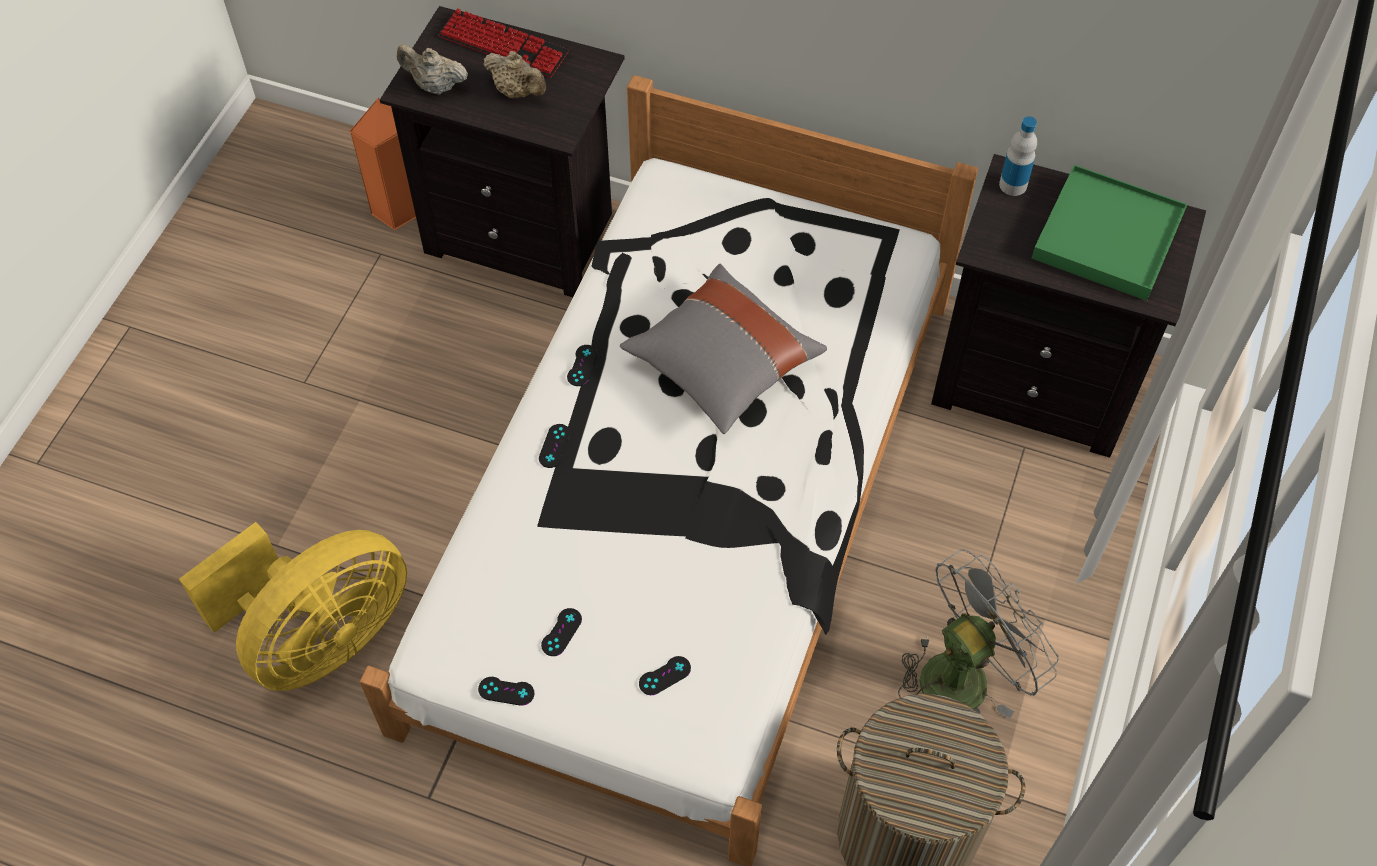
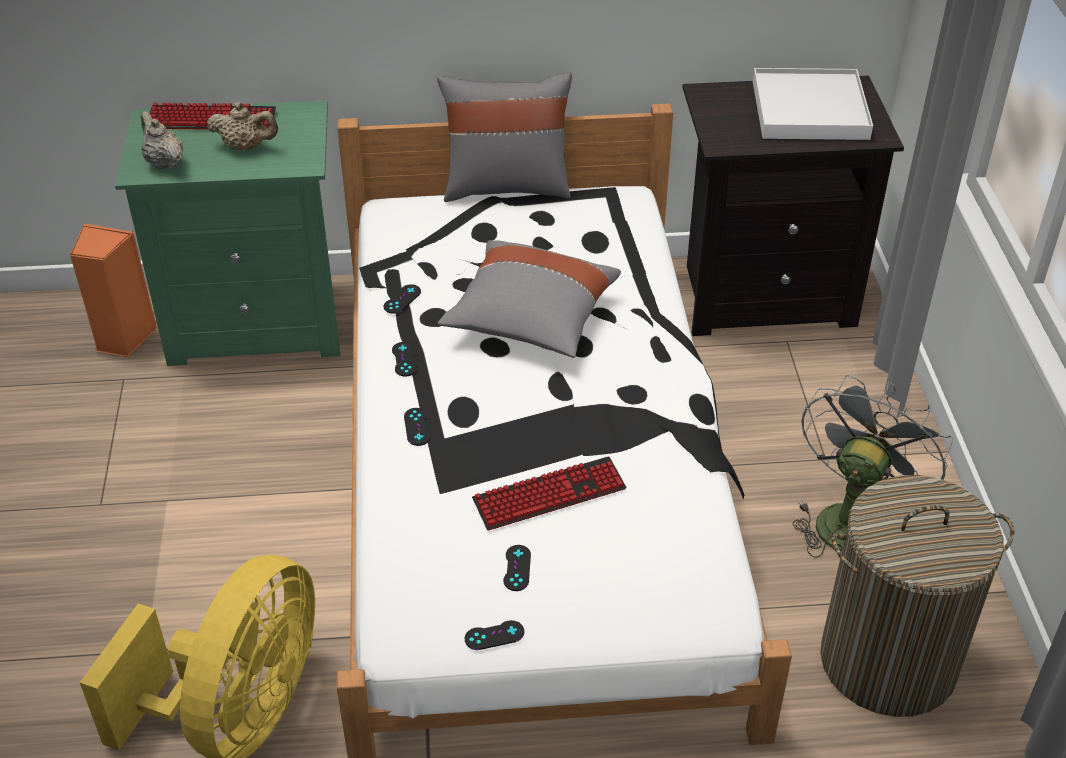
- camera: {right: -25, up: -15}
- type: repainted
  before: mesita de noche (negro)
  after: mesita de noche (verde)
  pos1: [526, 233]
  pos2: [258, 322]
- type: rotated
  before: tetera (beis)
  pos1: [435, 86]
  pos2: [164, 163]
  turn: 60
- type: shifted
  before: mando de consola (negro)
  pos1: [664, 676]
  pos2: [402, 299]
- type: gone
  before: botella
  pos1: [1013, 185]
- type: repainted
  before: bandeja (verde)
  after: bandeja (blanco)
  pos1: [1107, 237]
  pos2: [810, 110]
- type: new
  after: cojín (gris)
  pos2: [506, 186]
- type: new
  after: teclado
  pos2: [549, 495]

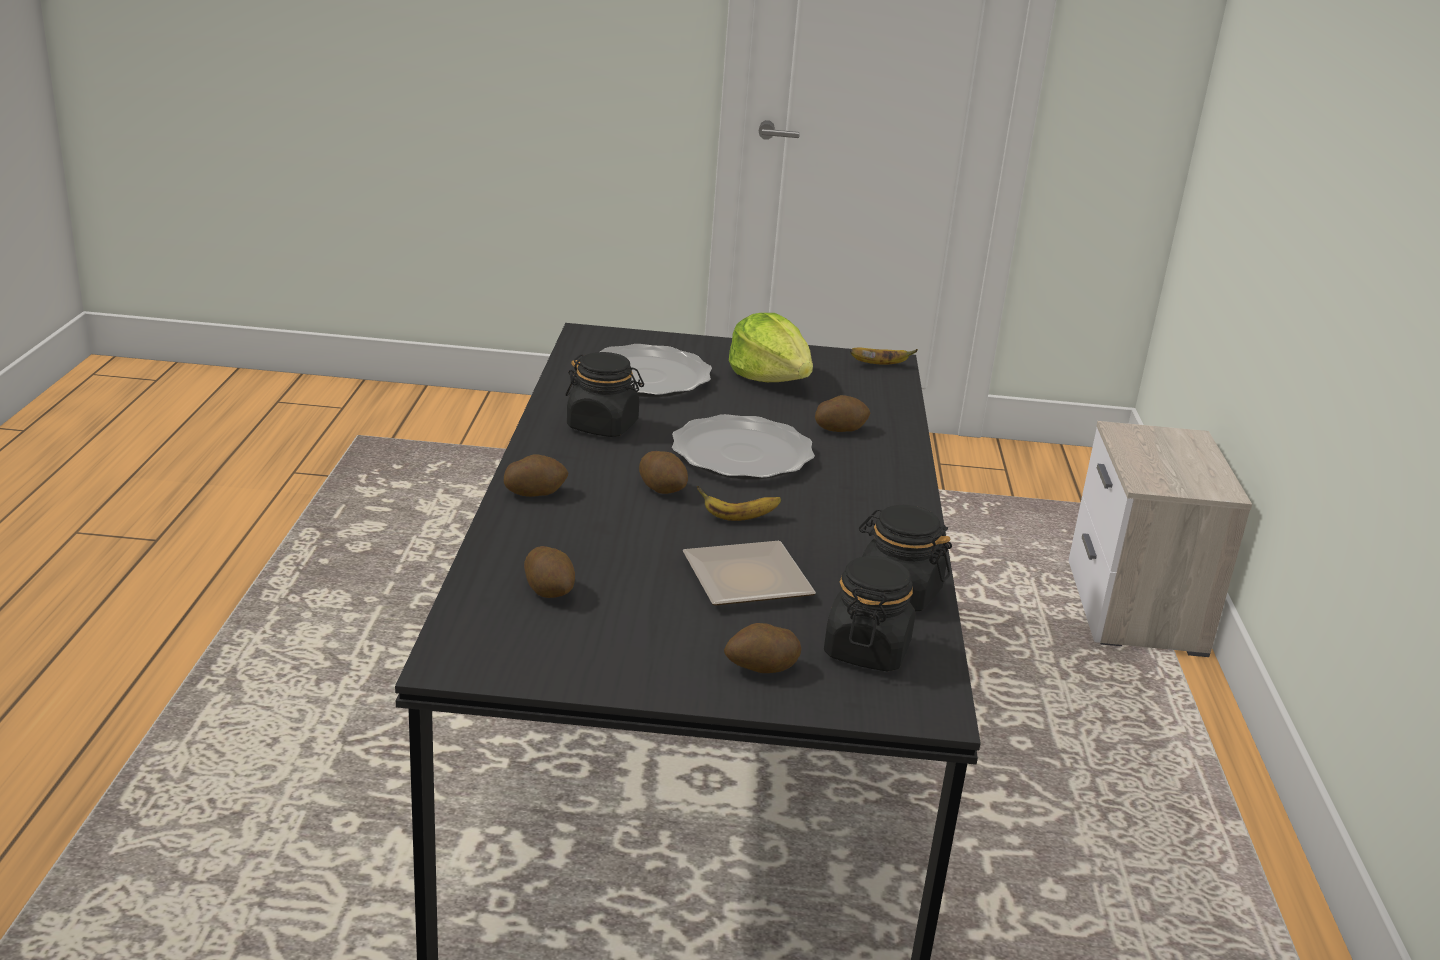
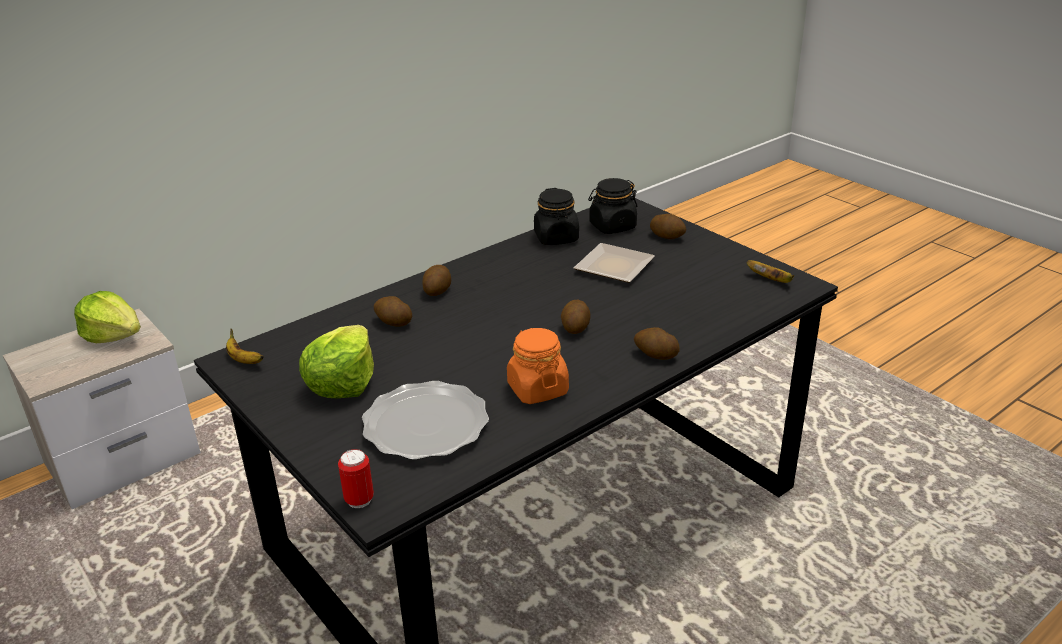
- camera: {right: -130, up: 5}
- type: shifted
  before: patata
  pos1: [550, 590]
  pos2: [437, 290]
- type: repainted
  before: tarro (negro)
  after: tarro (naranja)
  pos1: [603, 426]
  pos2: [537, 389]
- type: gone
  before: plato
  pos1: [741, 454]
- type: shifted
  before: plátano
  pos1: [738, 518]
  pos2: [771, 280]
- type: new
  after: lechuga
  pos2: [113, 335]
- type: new
  after: lata
  pos2: [359, 500]

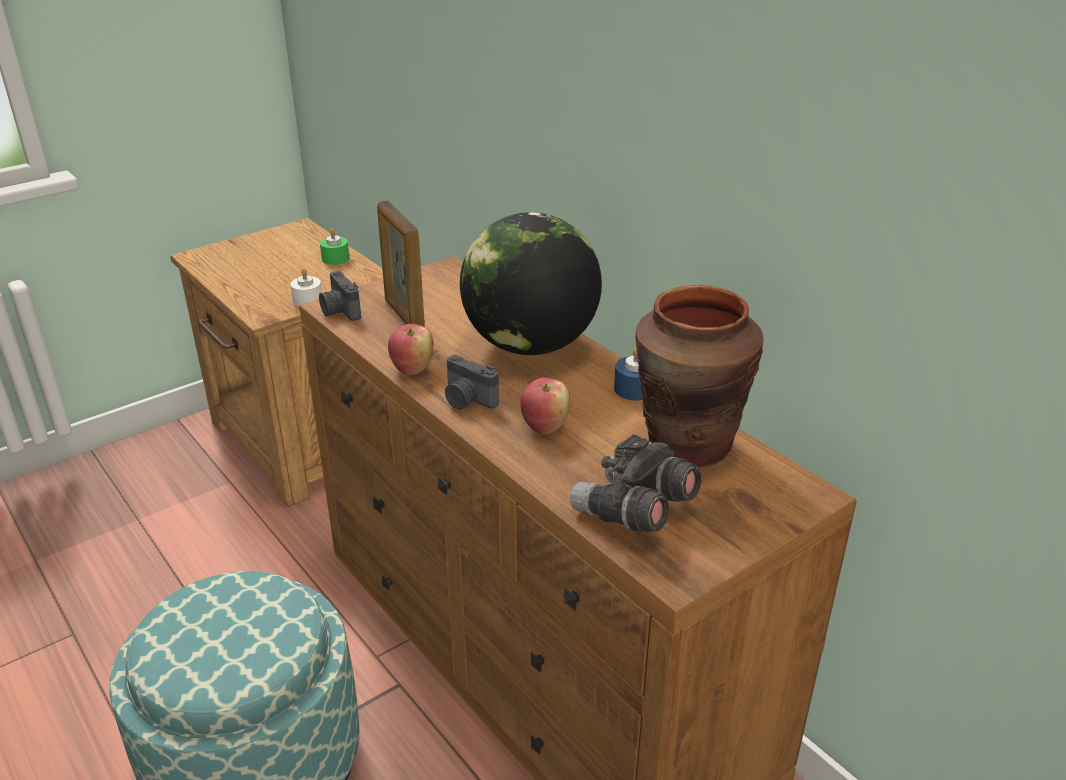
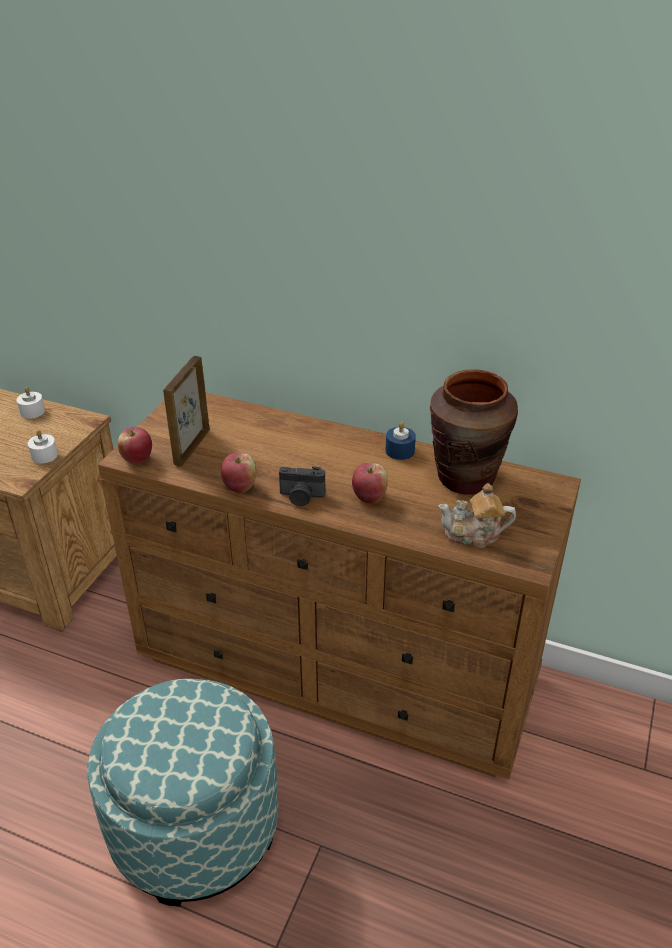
- camera: {right: -30, up: 5}
- type: swapped
  before: cámara
  after: manzana
  pos1: [339, 311]
  pos2: [137, 459]
- type: repainted
  before: vela (verde)
  after: vela (blanco)
  pos1: [335, 258]
  pos2: [32, 411]
- type: rotated
  before: portarretratos
  pos1: [404, 316]
  pos2: [191, 447]
  turn: 75
- type: gone
  before: globo terráqueo
  pos1: [530, 345]
- type: swapped
  before: prismáticos (gris)
  after: tetera
  pos1: [634, 512]
  pos2: [474, 534]

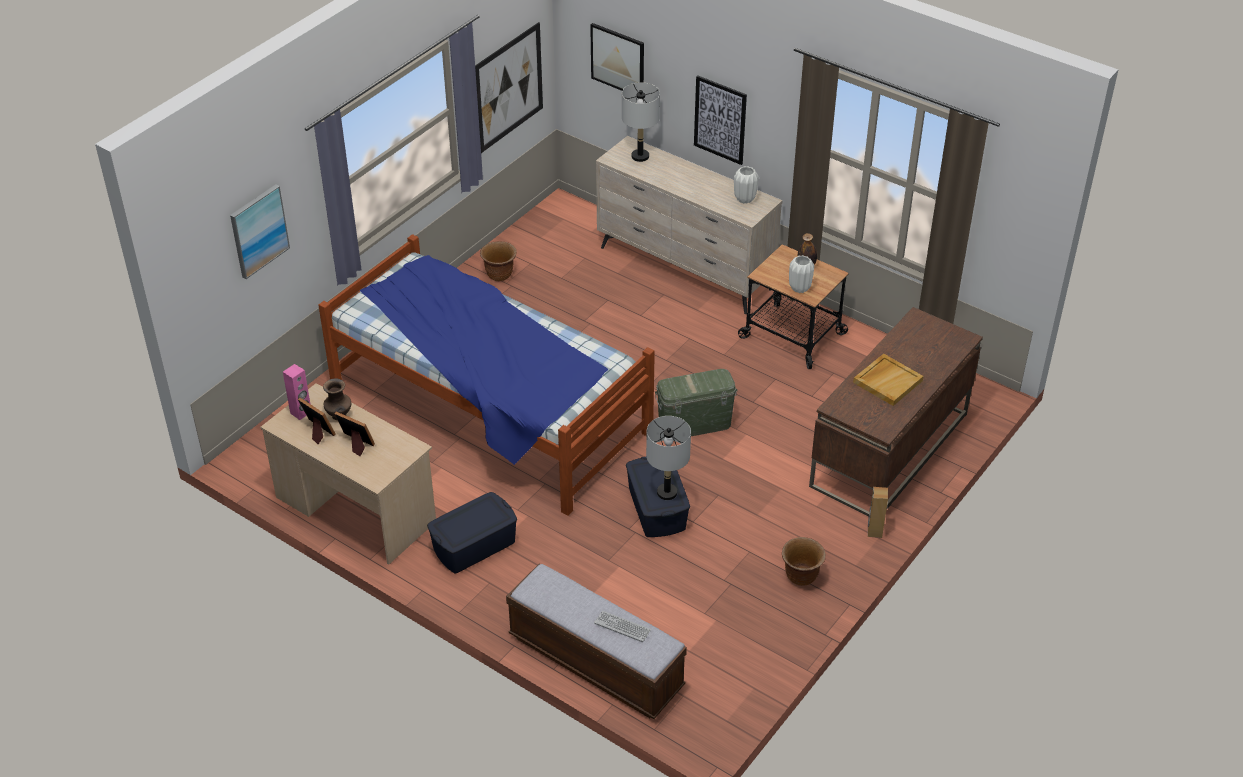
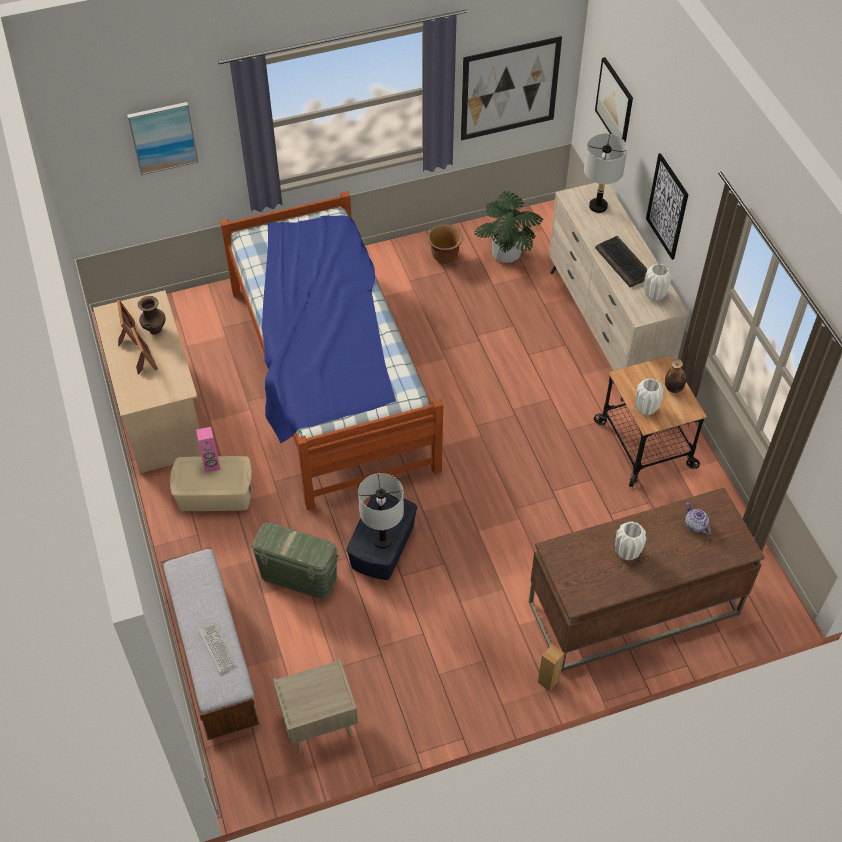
- camera: {right: 35, up: 10}
- type: shifted
  before: altavoz (rosa)
  pos1: [301, 412]
  pos2: [212, 466]
- type: repainted
  before: caja de almacenaje (azul)
  after: caja de almacenaje (beis)
  pos1: [473, 545]
  pos2: [214, 494]
- type: shifted
  before: caja de almacenaje (verde)
  pos1: [694, 424]
  pos2: [298, 576]
- type: gone
  before: maceta (marrón)
  pos1: [801, 577]
- type: swapped
  before: bandeja (beis)
  after: florero (blanco)
  pos1: [887, 381]
  pos2: [627, 552]
- type: new
  after: mesita de noche (beis)
  pos2: [318, 724]
- type: new
  after: planta en maceta
  pos2: [506, 254]
- type: new
  after: teclado
  pos2: [624, 263]
- type: new
  after: tetera
  pos2: [695, 525]

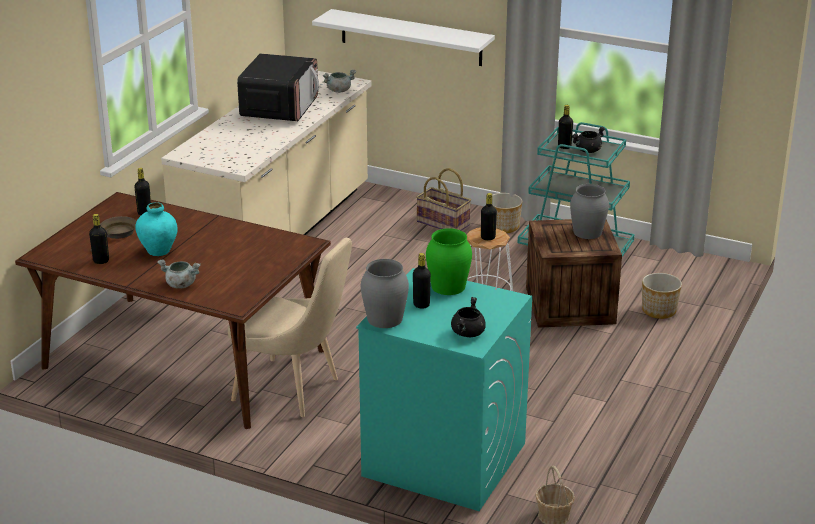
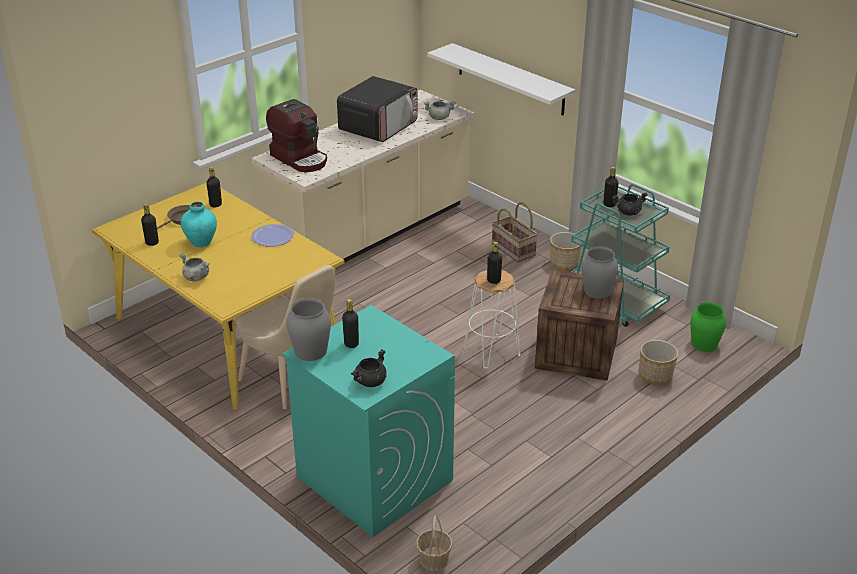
- camera: {right: 20, up: 5}
- type: repainted
  before: mesa de comedor (marrón)
  after: mesa de comedor (amarillo)
  pos1: [186, 359]
  pos2: [227, 334]
- type: shifted
  before: florero (verde)
  pos1: [448, 286]
  pos2: [704, 344]
- type: new
  after: plato
  pos2: [272, 236]
- type: new
  after: cafetera
  pos2: [300, 158]

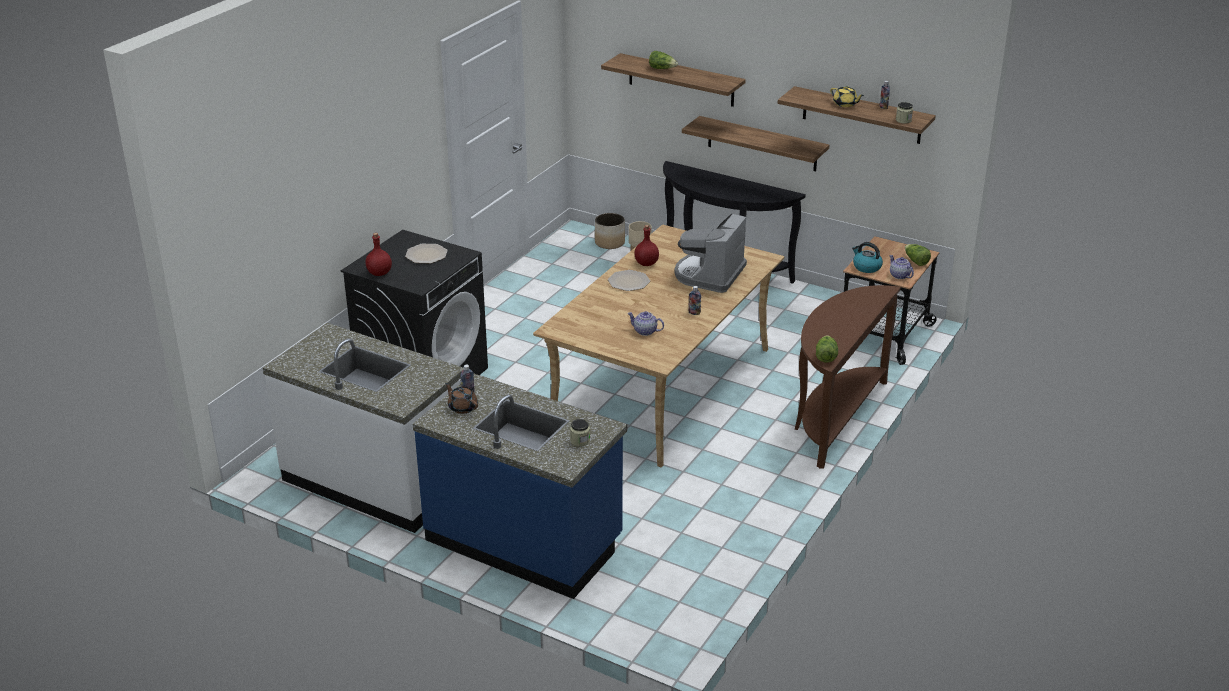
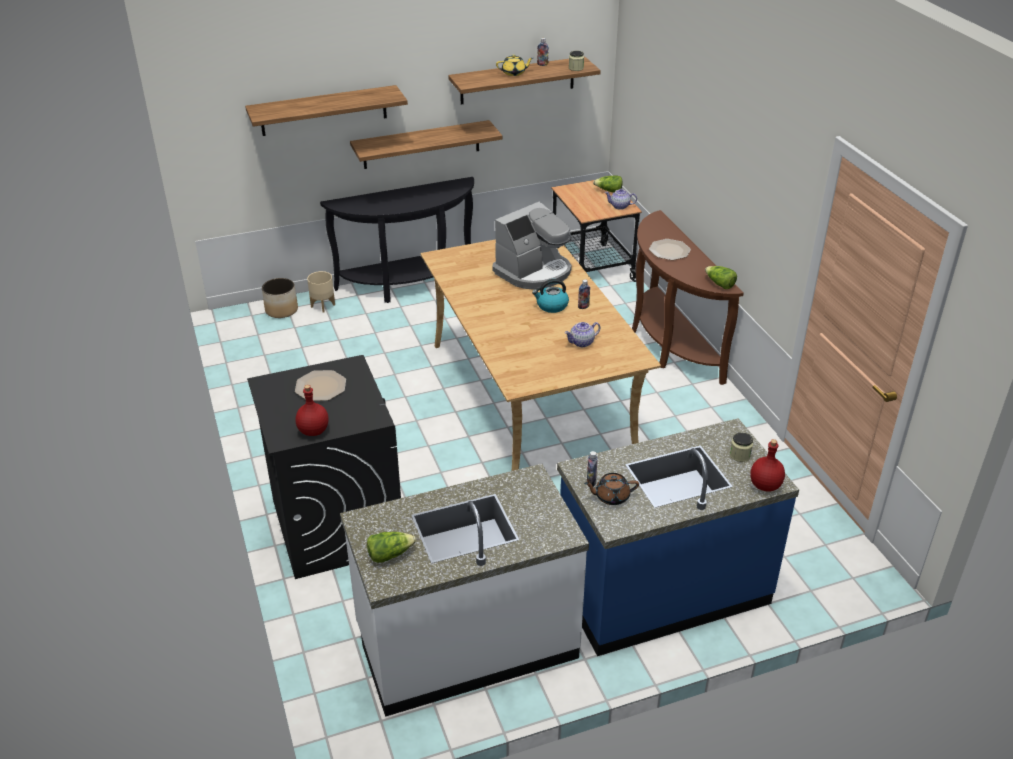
- camera: {right: -50, up: 5}
- type: shifted
  before: plato
  pos1: [629, 281]
  pos2: [670, 250]
- type: shifted
  before: botella (rojo)
  pos1: [646, 263]
  pos2: [765, 486]
- type: shifted
  before: lechuga
  pos1: [662, 69]
  pos2: [389, 554]
- type: rotated
  before: cafetera
  pos1: [709, 275]
  pos2: [534, 272]
  turn: -105
- type: shifted
  before: hervidor
  pos1: [866, 267]
  pos2: [551, 306]

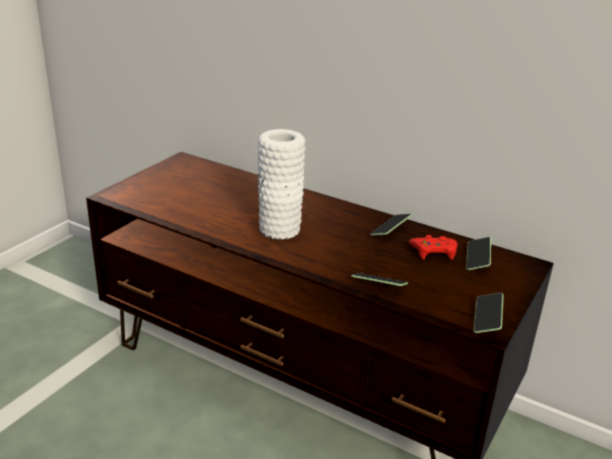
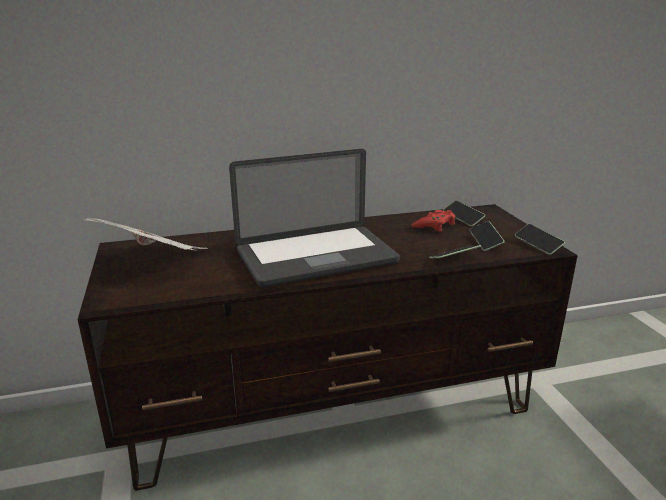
- camera: {right: -45, up: -5}
- type: swapped
  before: florero (blanco)
  after: portátil
  pos1: [279, 228]
  pos2: [316, 257]
- type: shifted
  before: móvil
  pos1: [390, 230]
  pos2: [485, 242]
- type: new
  after: periódico
  pos2: [153, 262]

